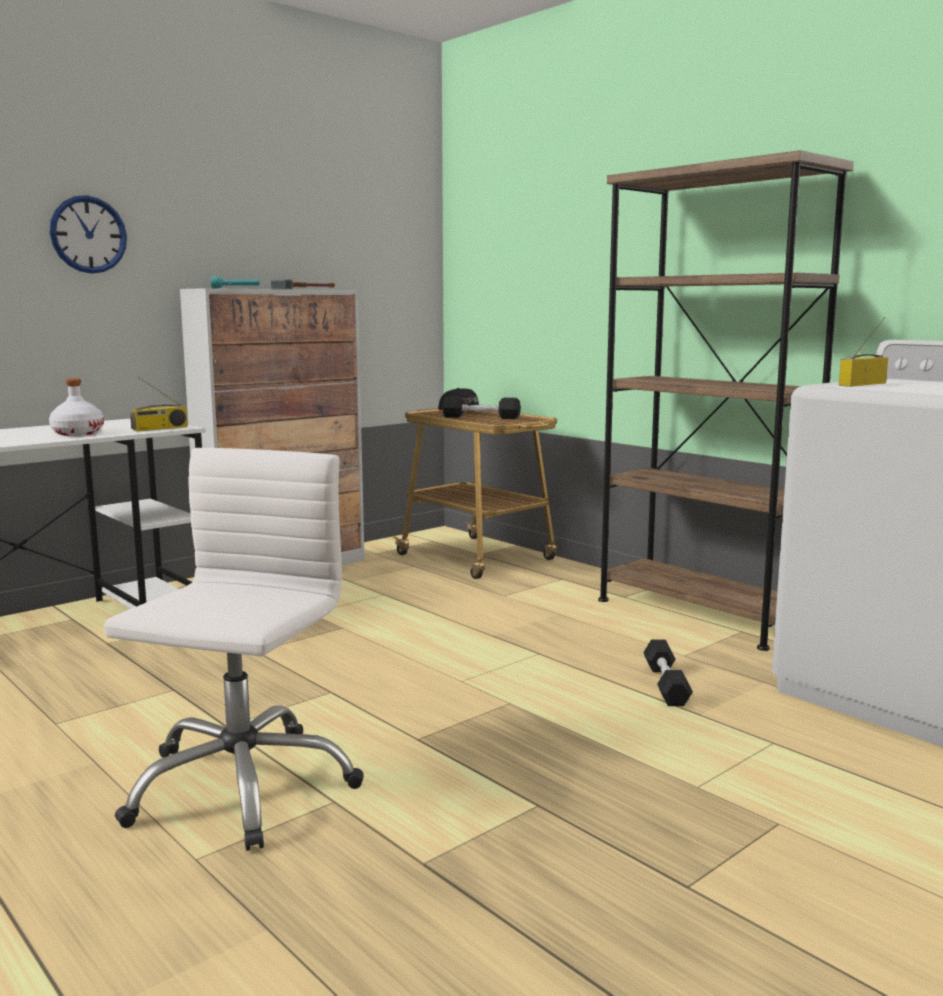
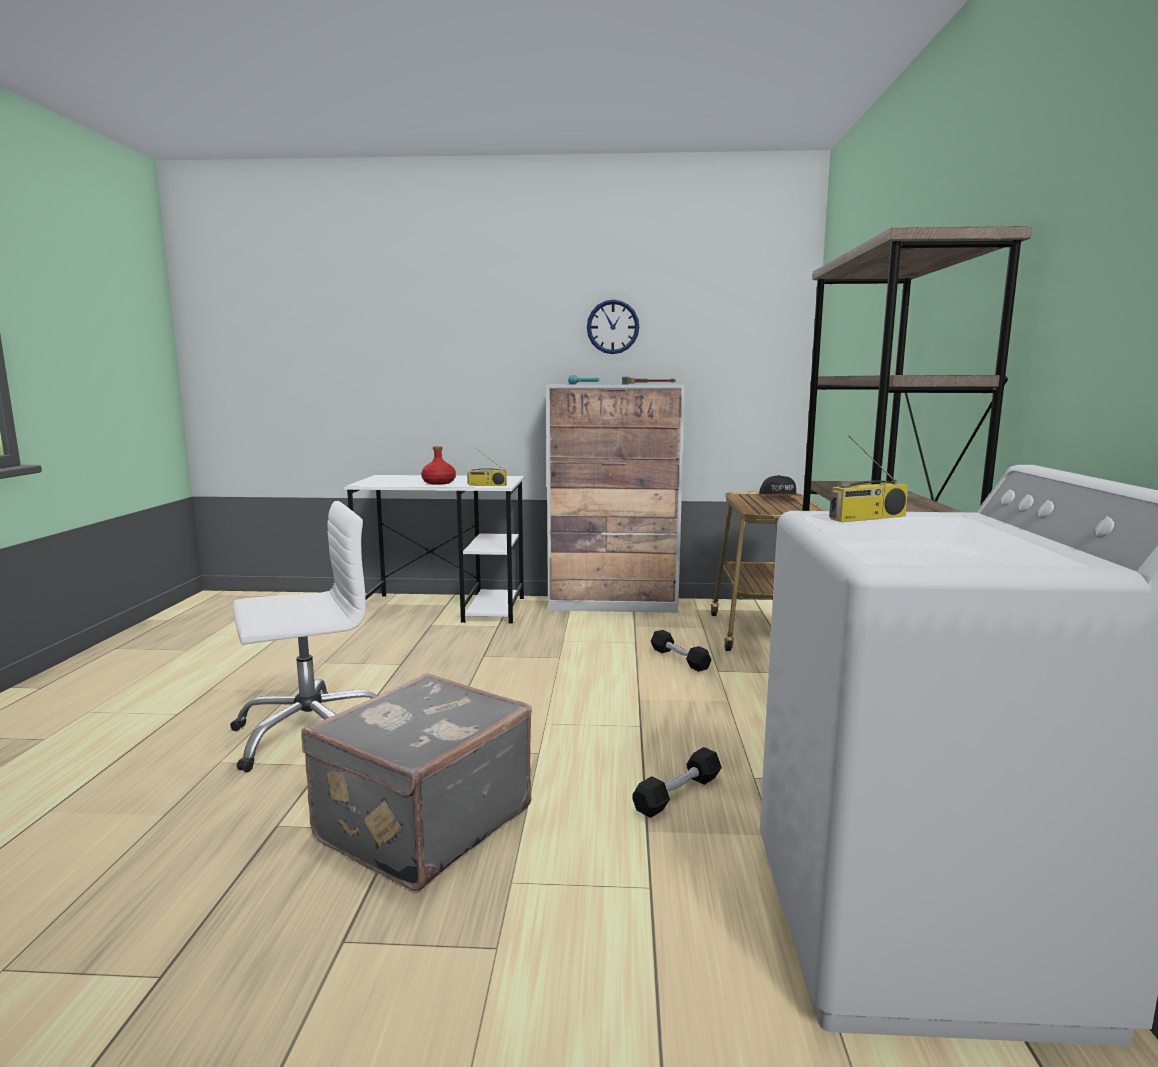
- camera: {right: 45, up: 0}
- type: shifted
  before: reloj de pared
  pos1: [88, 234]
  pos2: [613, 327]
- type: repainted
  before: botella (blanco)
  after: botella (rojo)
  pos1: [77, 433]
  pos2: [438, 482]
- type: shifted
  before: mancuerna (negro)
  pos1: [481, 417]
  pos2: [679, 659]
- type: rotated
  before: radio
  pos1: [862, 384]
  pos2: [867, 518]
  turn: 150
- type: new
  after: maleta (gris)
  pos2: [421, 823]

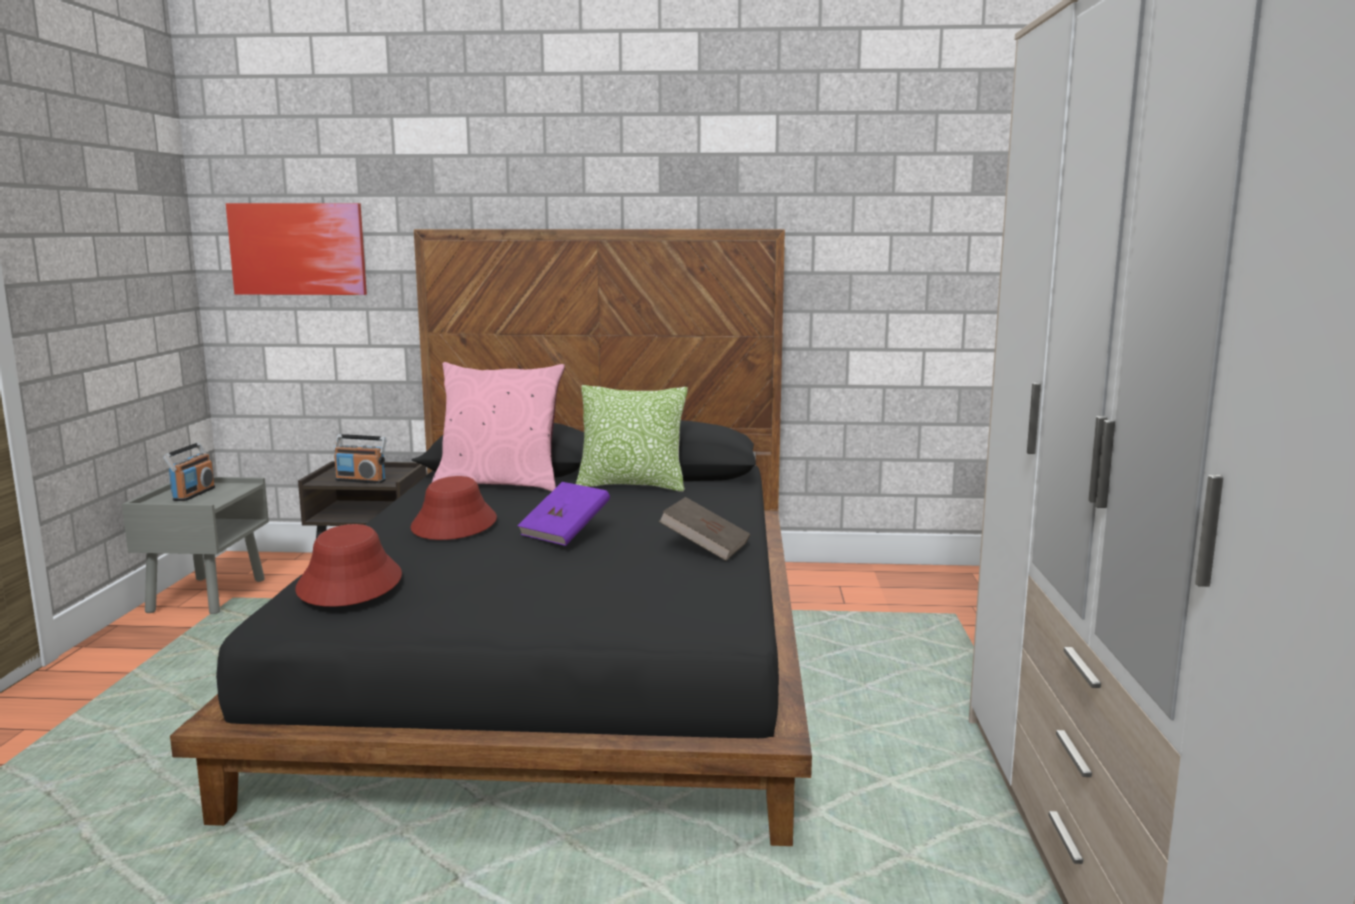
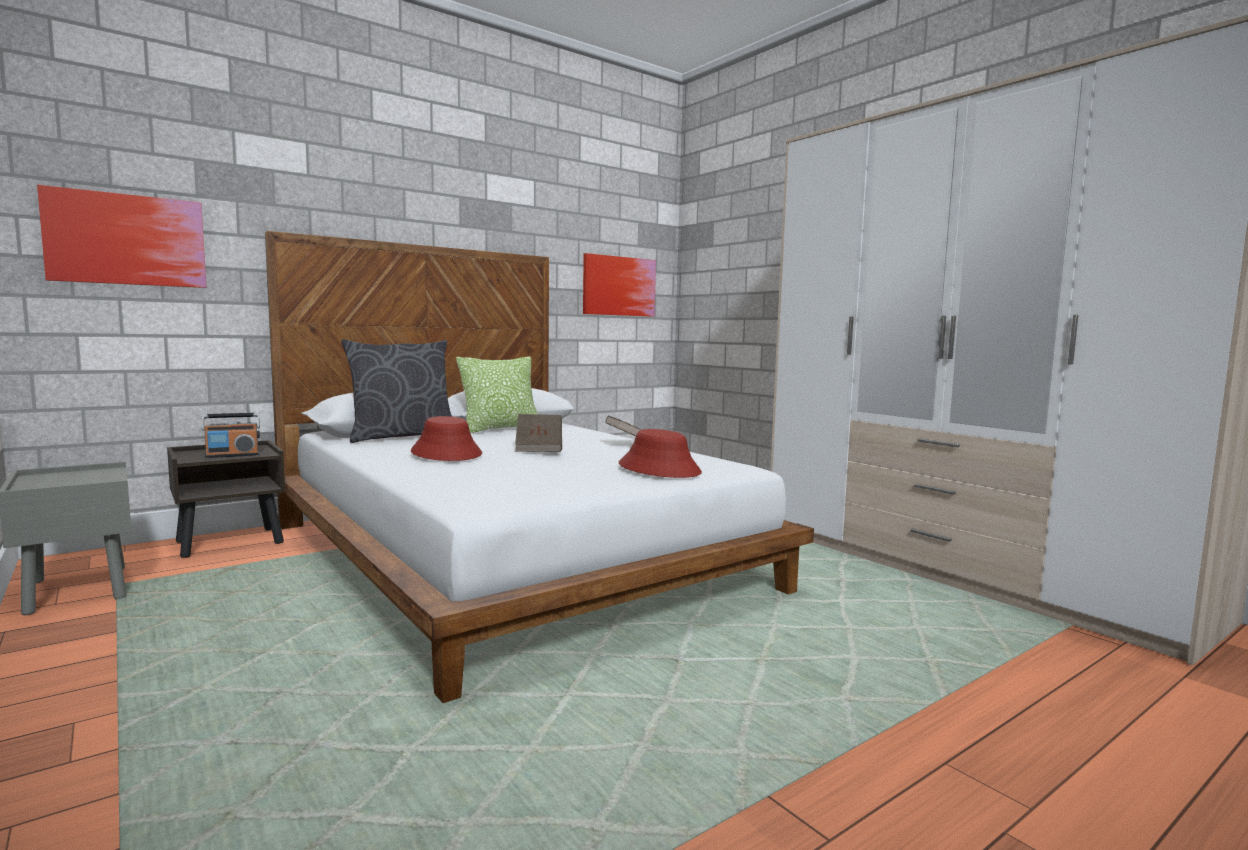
- camera: {right: -40, up: -5}
- type: gone
  before: radio
  pos1: [193, 494]
- type: repainted
  before: cama (negro)
  after: cama (blanco)
  pos1: [566, 661]
  pos2: [512, 555]
- type: shifted
  before: sombrero (rojo)
  pos1: [350, 583]
  pos2: [659, 469]
- type: repainted
  before: cojín (rosa)
  after: cojín (gris)
  pos1: [500, 483]
  pos2: [402, 437]
- type: repainted
  before: libro (morado)
  after: libro (marrón)
  pos1: [565, 532]
  pos2: [539, 447]
- type: new
  after: cuadro
  pos2: [619, 286]

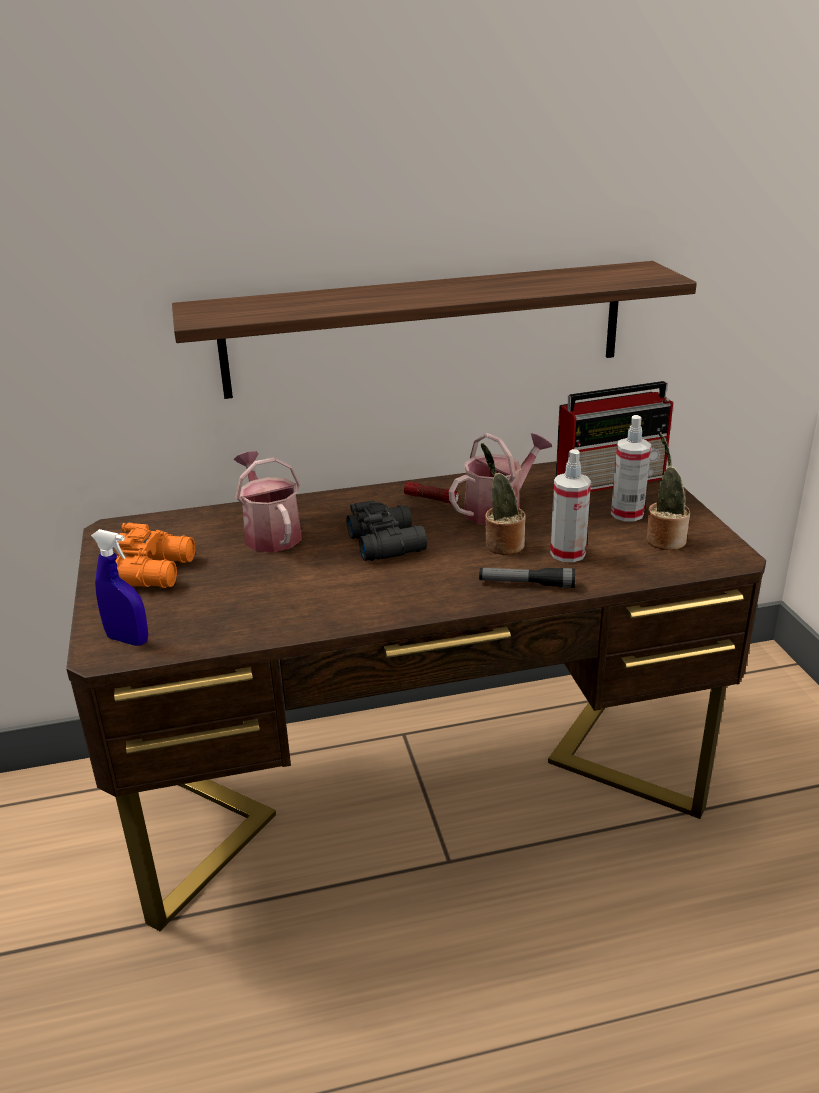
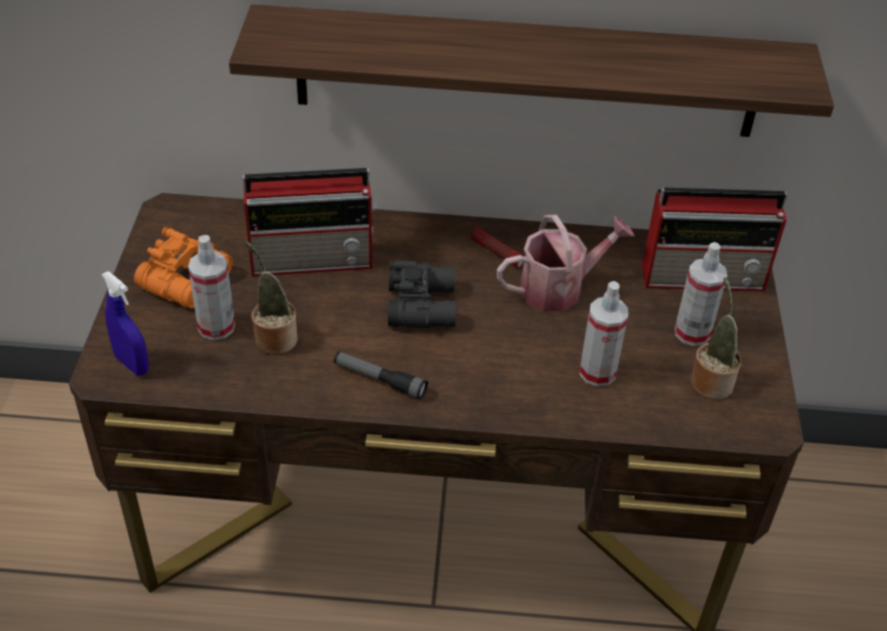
- camera: {right: 15, up: 15}
- type: swapped
  before: regadera
  after: radio
  pos1: [270, 533]
  pos2: [314, 259]
- type: shifted
  before: linterna
  pos1: [526, 584]
  pos2: [379, 380]
- type: shifted
  before: planta en maceta
  pos1: [501, 544]
  pos2: [273, 338]
- type: new
  after: pulverizador
  pos2: [216, 327]

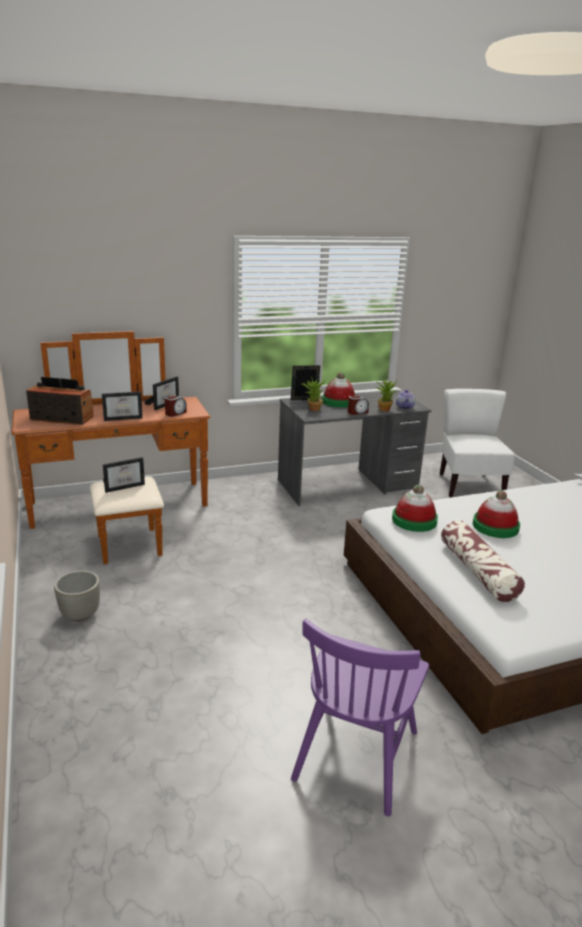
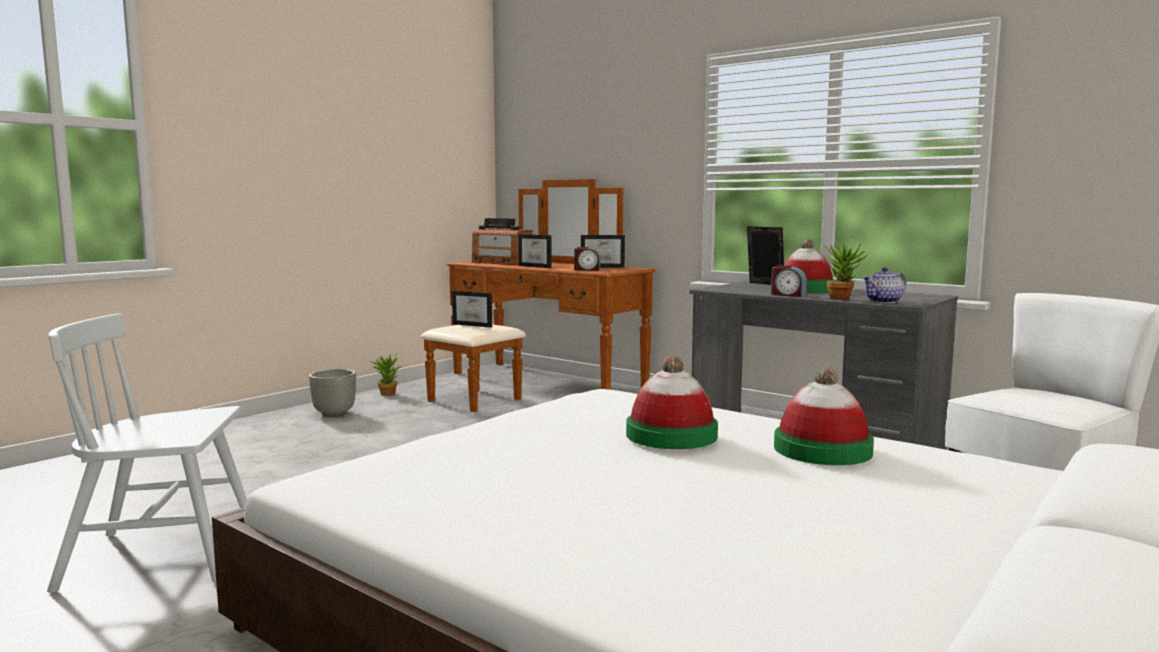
- camera: {right: 60, up: -15}
- type: rotated
  before: radio
  pos1: [62, 418]
  pos2: [501, 262]
  turn: 150
- type: repainted
  before: silla (morado)
  after: silla (blanco)
  pos1: [355, 754]
  pos2: [162, 556]
- type: shifted
  before: planta en maceta
  pos1: [312, 409]
  pos2: [386, 393]
- type: shifted
  before: sombrero
  pos1: [414, 520]
  pos2: [822, 450]
- type: gone
  before: cojín
  pos1: [478, 572]

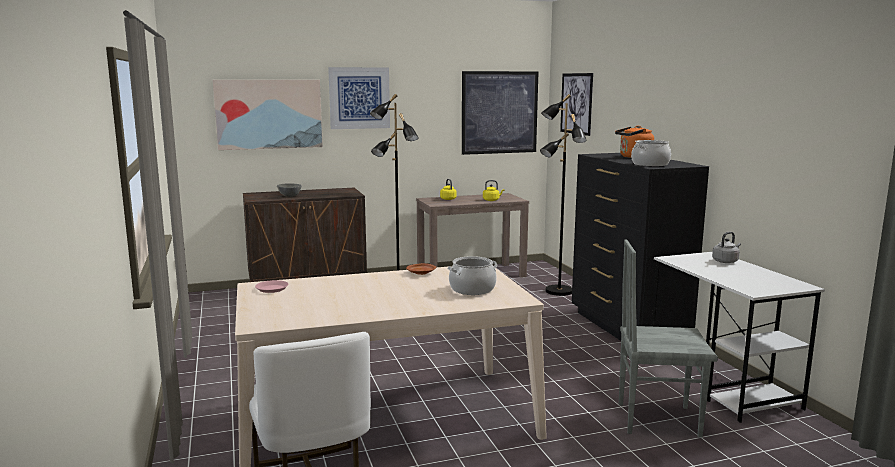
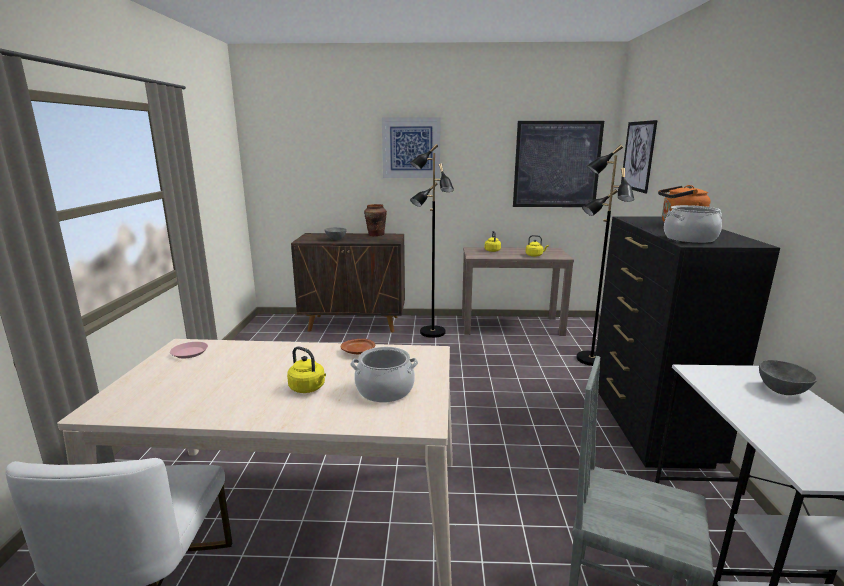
- camera: {right: 20, up: 5}
- type: gone
  before: cuadro
  pos1: [269, 114]
- type: swapped
  before: hervidor (gris)
  after: cuenco (gris)
  pos1: [726, 261]
  pos2: [782, 390]
- type: new
  after: hervidor (amarillo)
  pos2: [308, 388]
- type: new
  after: florero (marrón)
  pos2: [376, 235]

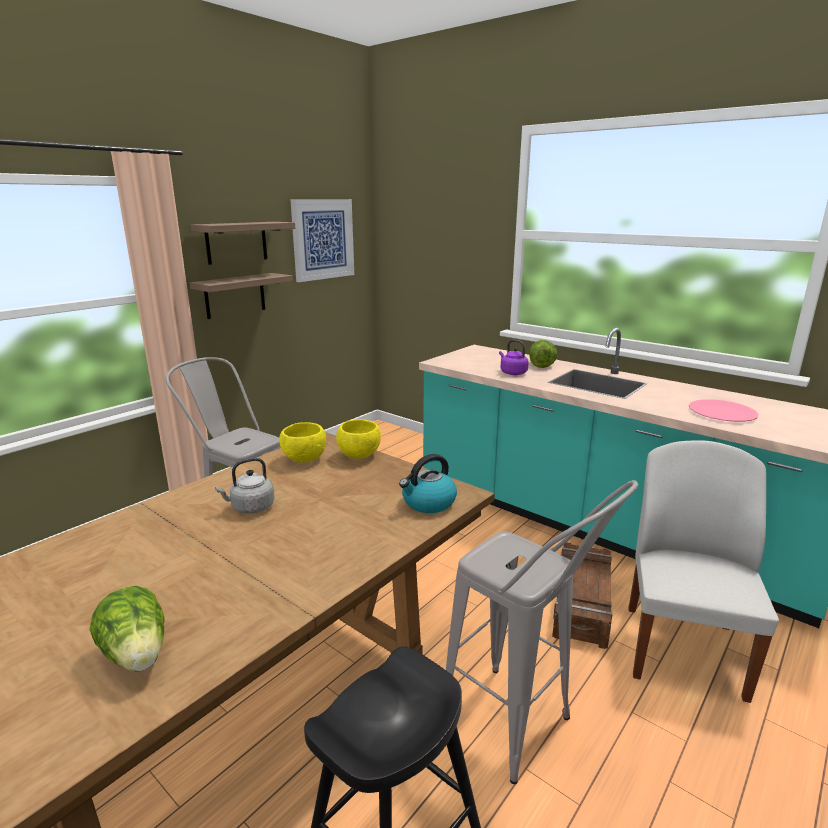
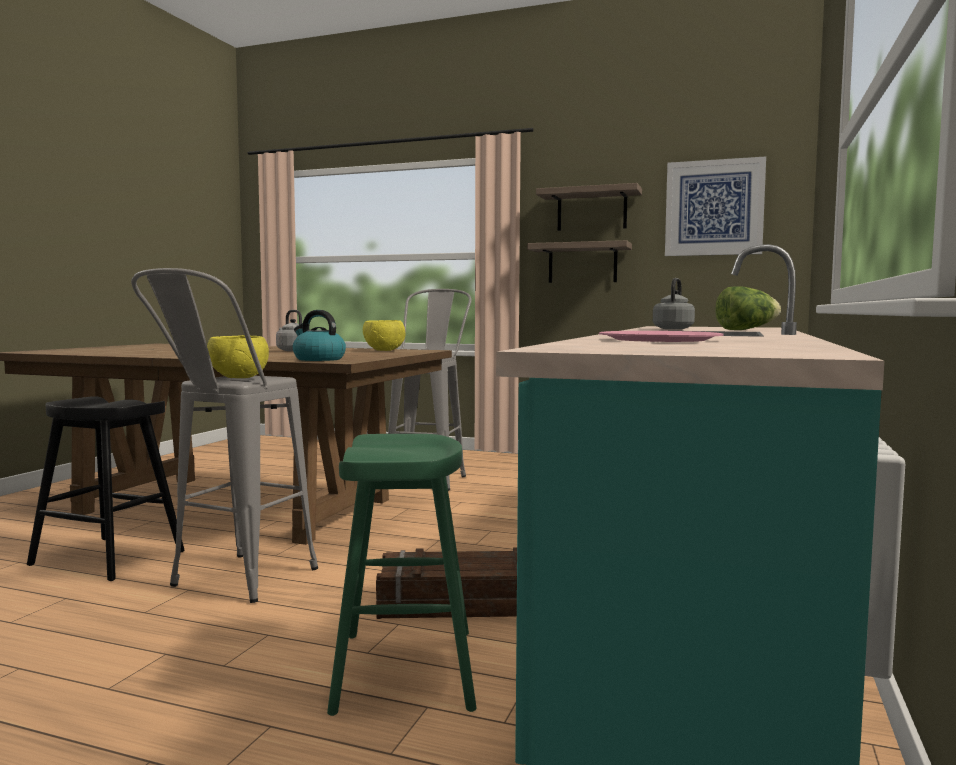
- camera: {right: 70, up: -15}
- type: gone
  before: lechuga
  pos1: [137, 655]
- type: shifted
  before: cuenco (amarillo)
  pos1: [359, 455]
  pos2: [240, 377]
- type: repainted
  before: hervidor (morado)
  after: hervidor (gris)
  pos1: [512, 373]
  pos2: [673, 329]
- type: swapped
  before: silla (blanco)
  after: taburete (verde)
  pos1: [683, 648]
  pos2: [405, 669]

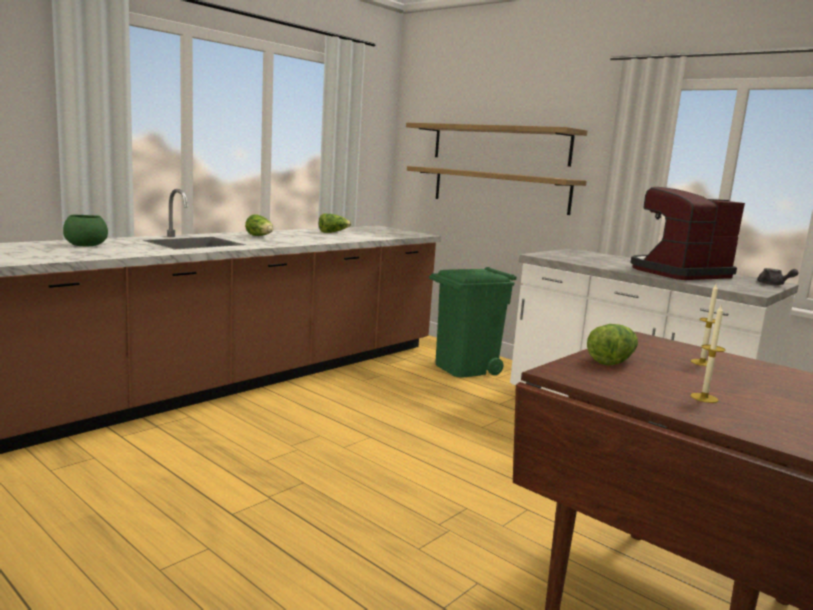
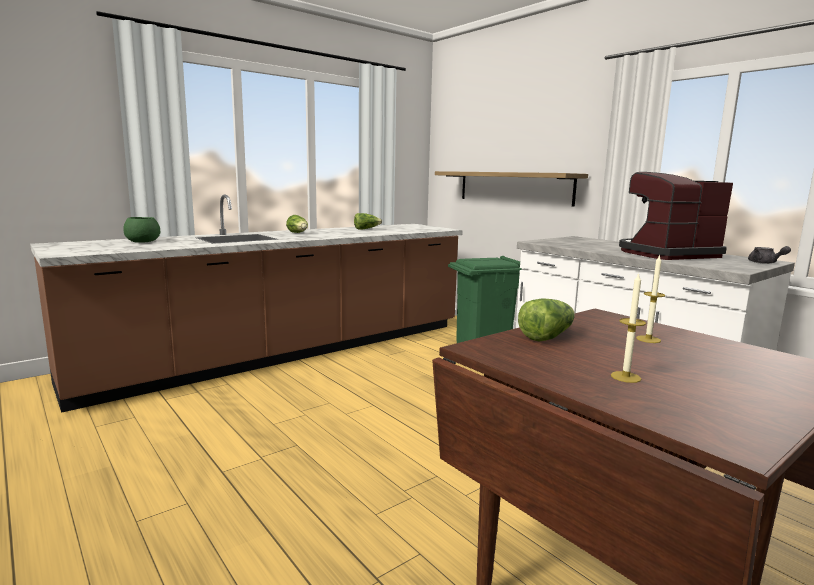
- camera: {right: 10, up: 0}
- type: gone
  before: estante
  pos1: [499, 144]

